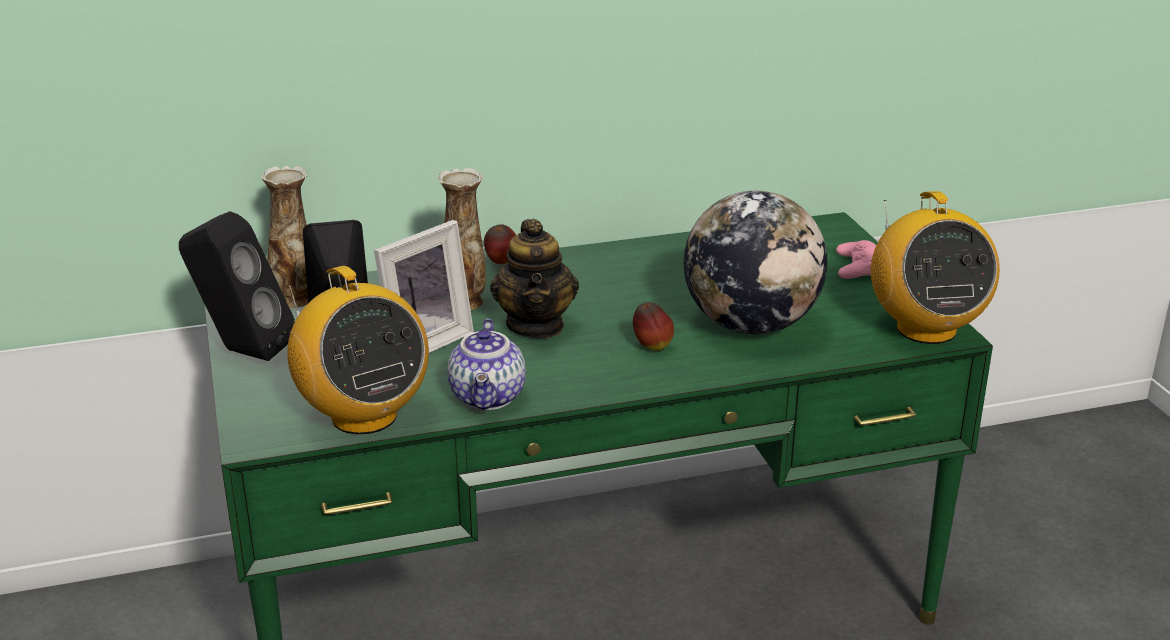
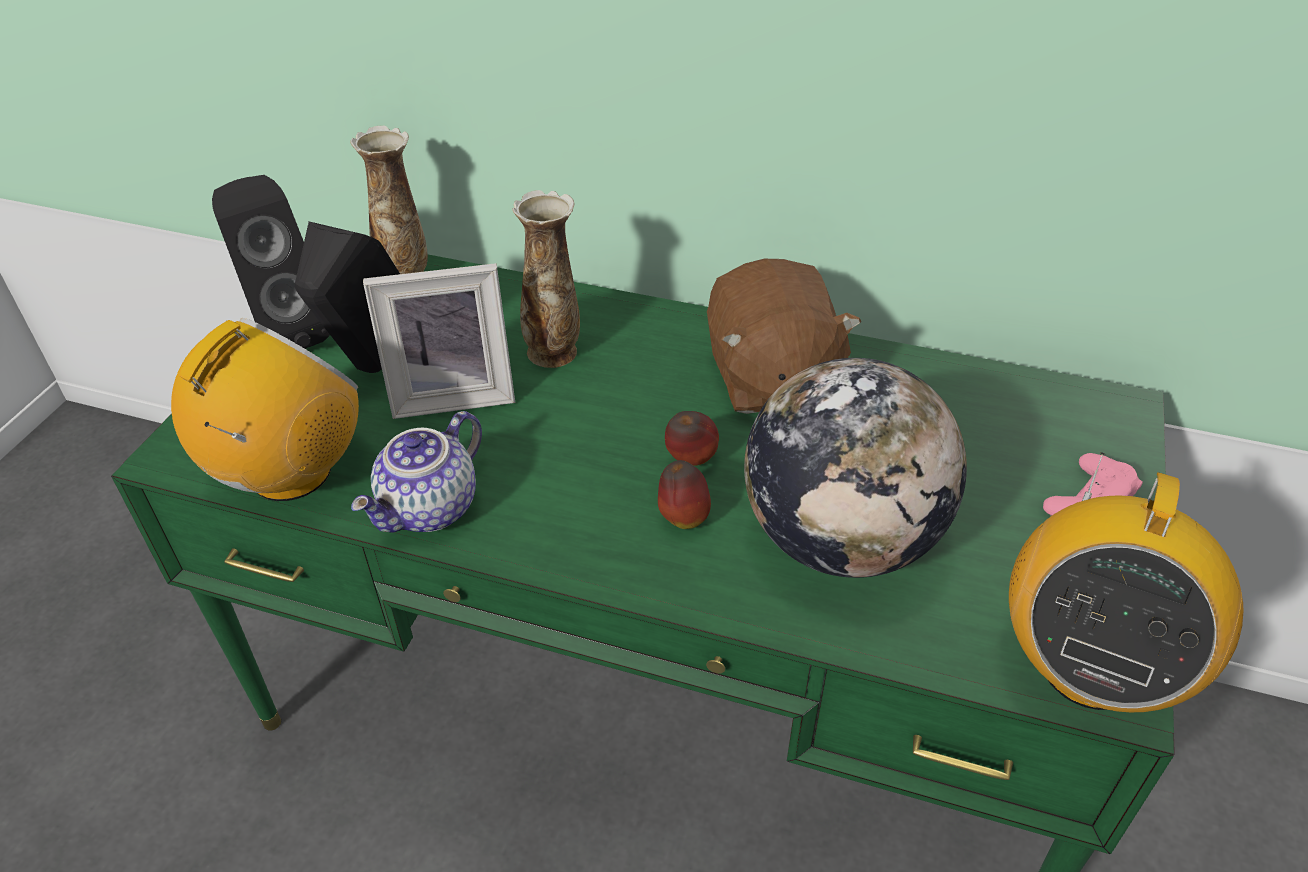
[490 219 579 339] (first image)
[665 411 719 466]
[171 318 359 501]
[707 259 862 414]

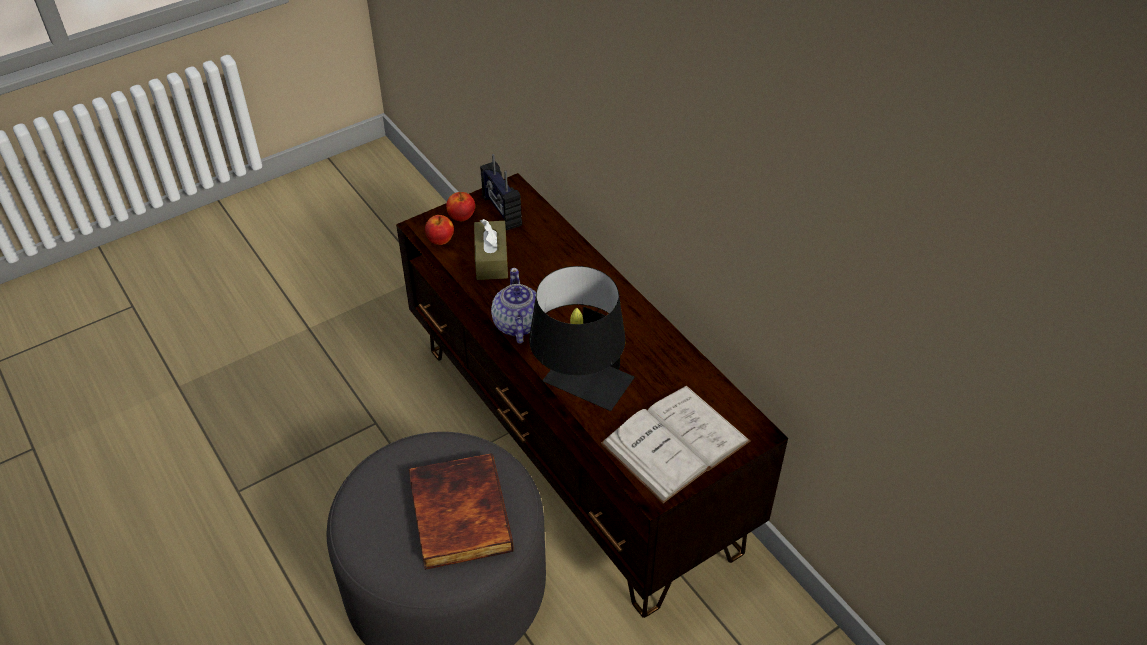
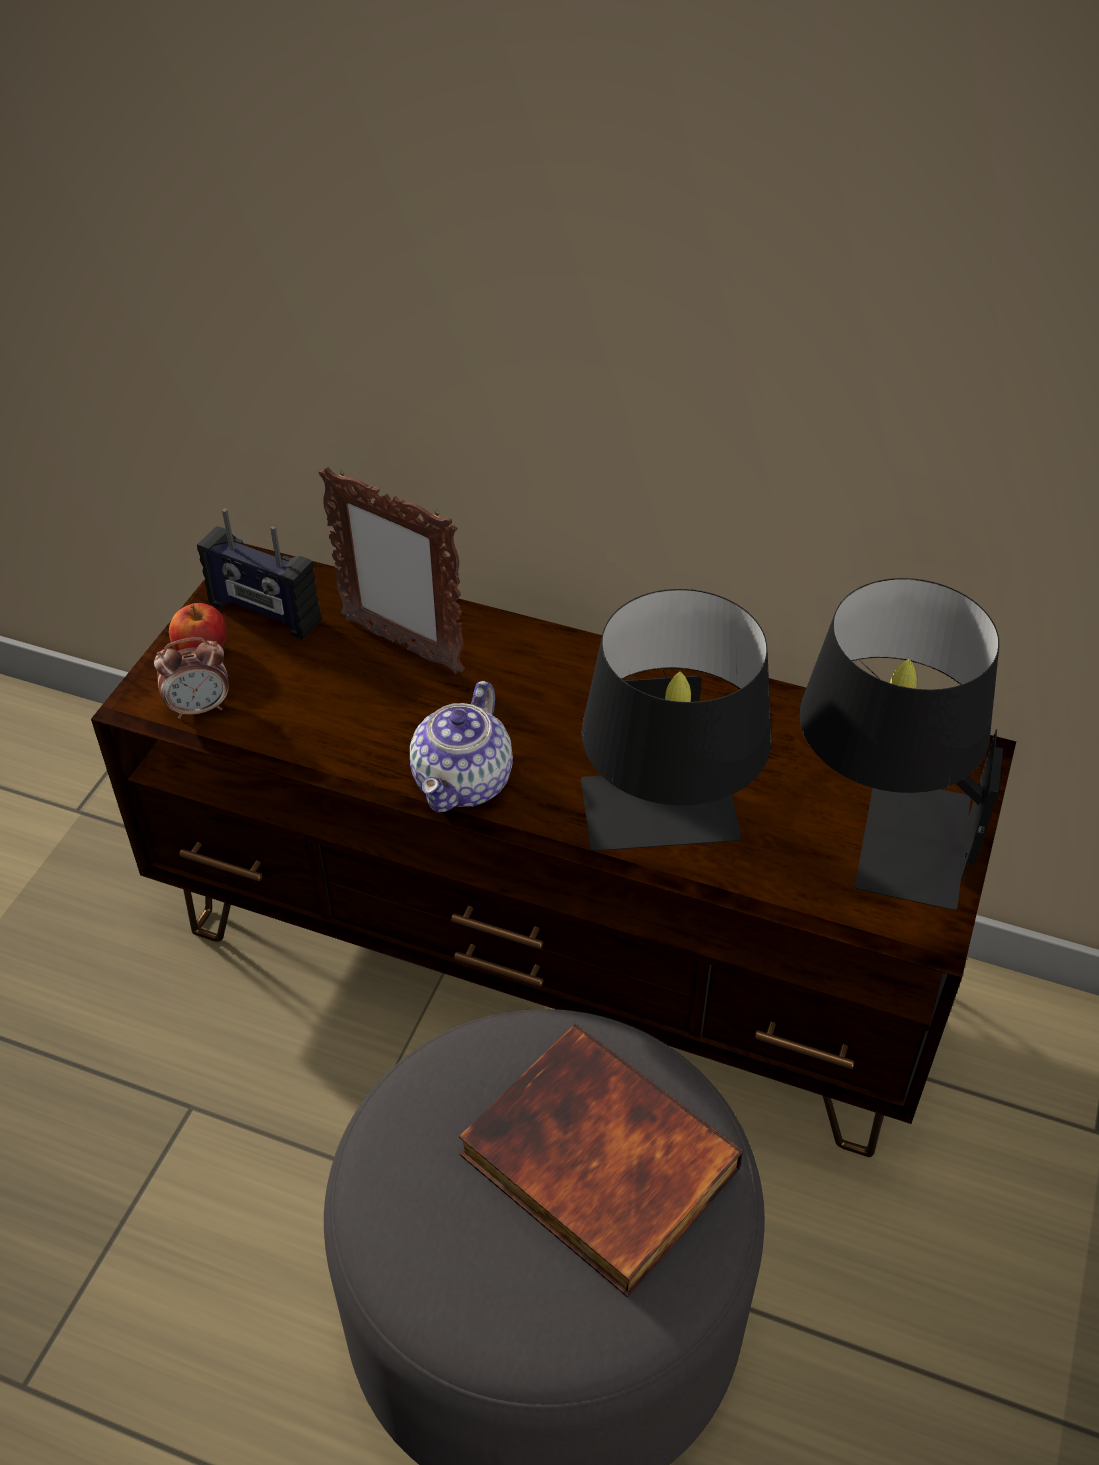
[154 637 229 719]
[474 219 508 280] (first image)
[410 681 513 812]
[800 578 1003 910]
[319 467 465 674]

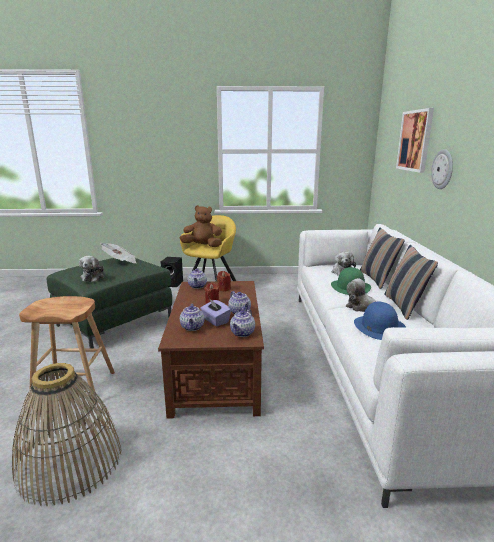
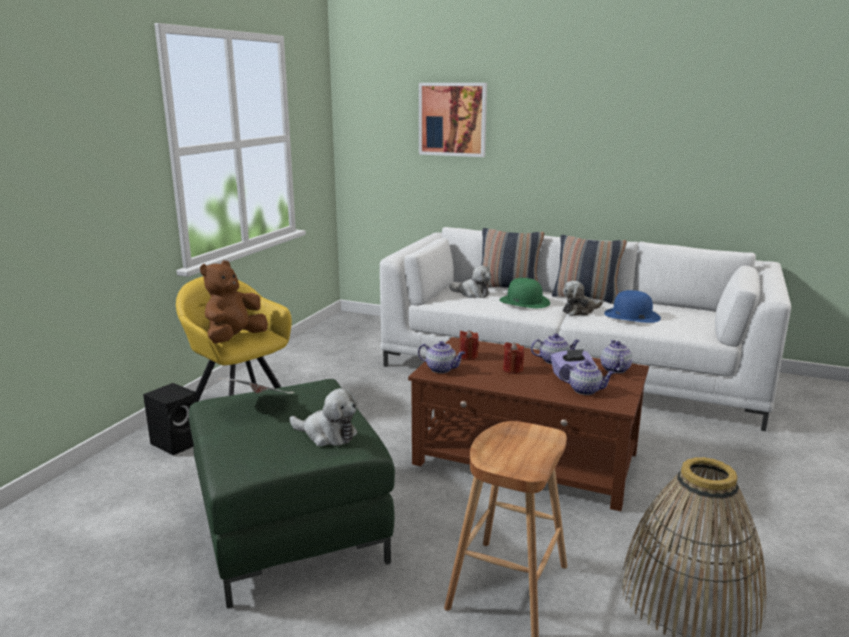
[431 149 453 189] (first image)
[601 340 633 373]

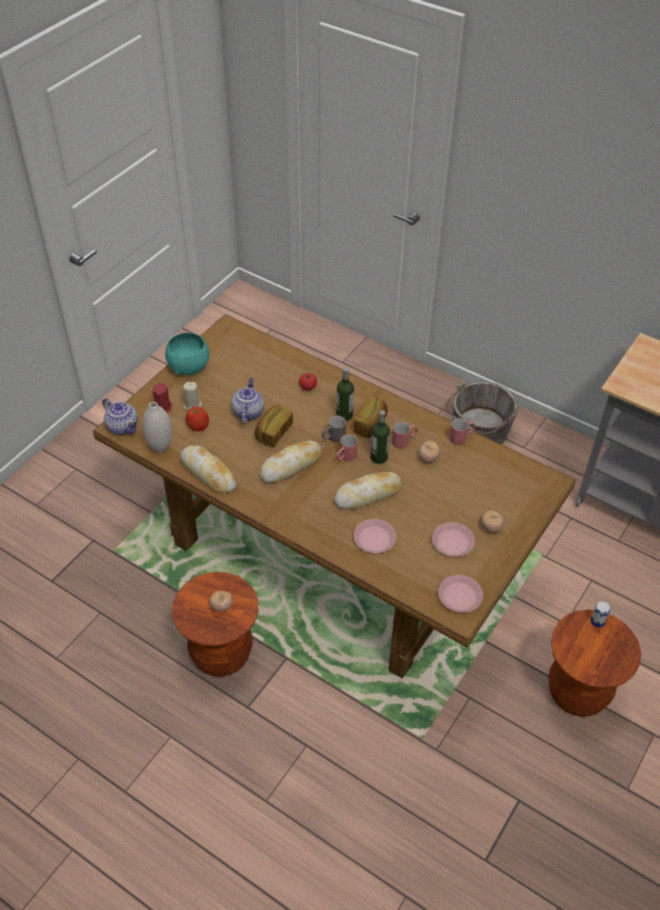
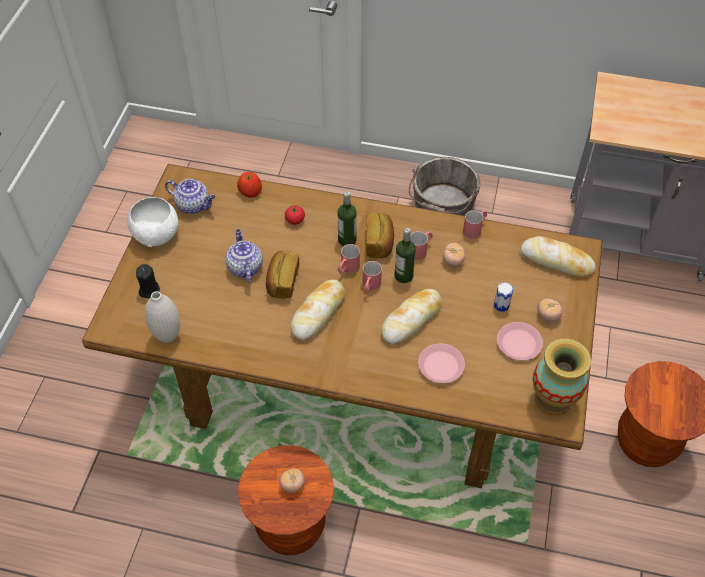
[127 197 179 247]
[183 382 202 411] (first image)
[136 264 160 298]
[165 179 215 214]
[237 172 262 198]
[337 244 360 274]
[521 236 596 278]
[533 339 591 416]
[494 282 513 312]

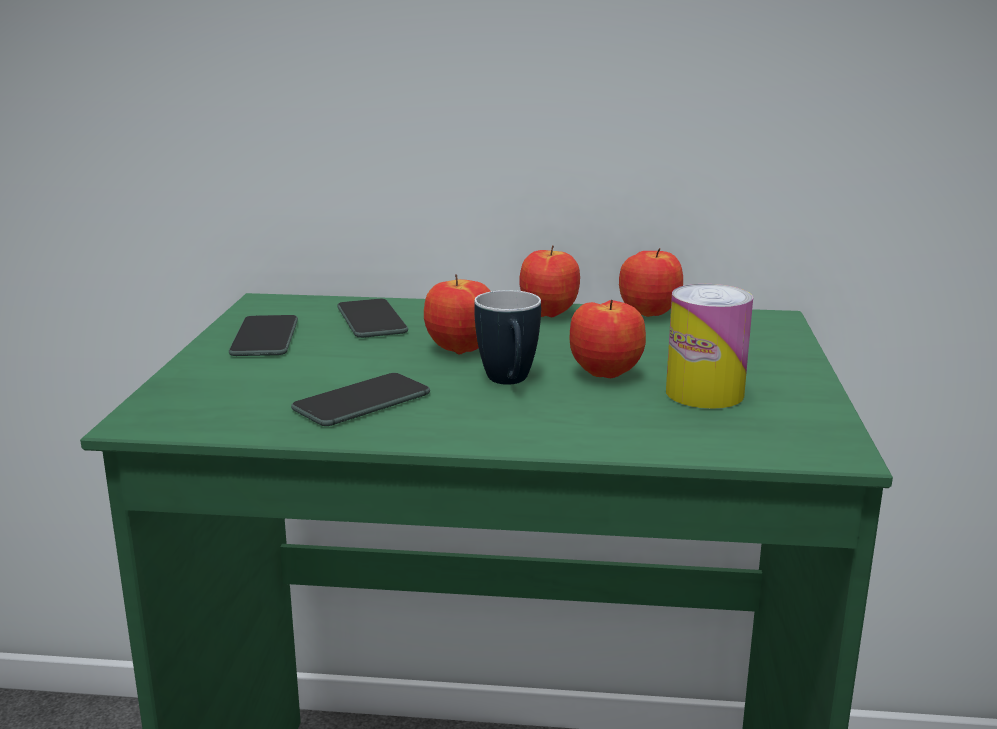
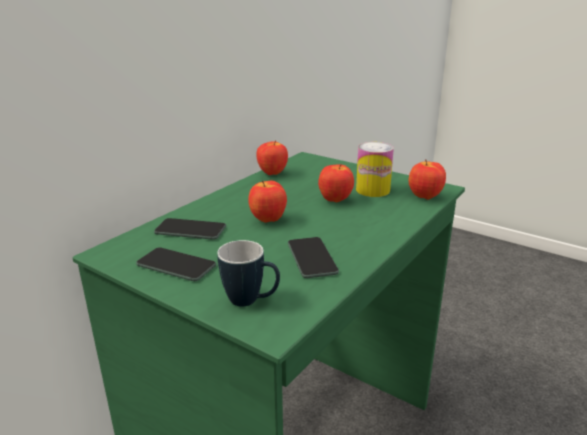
[408 160 446 200]
[217 240 280 307]

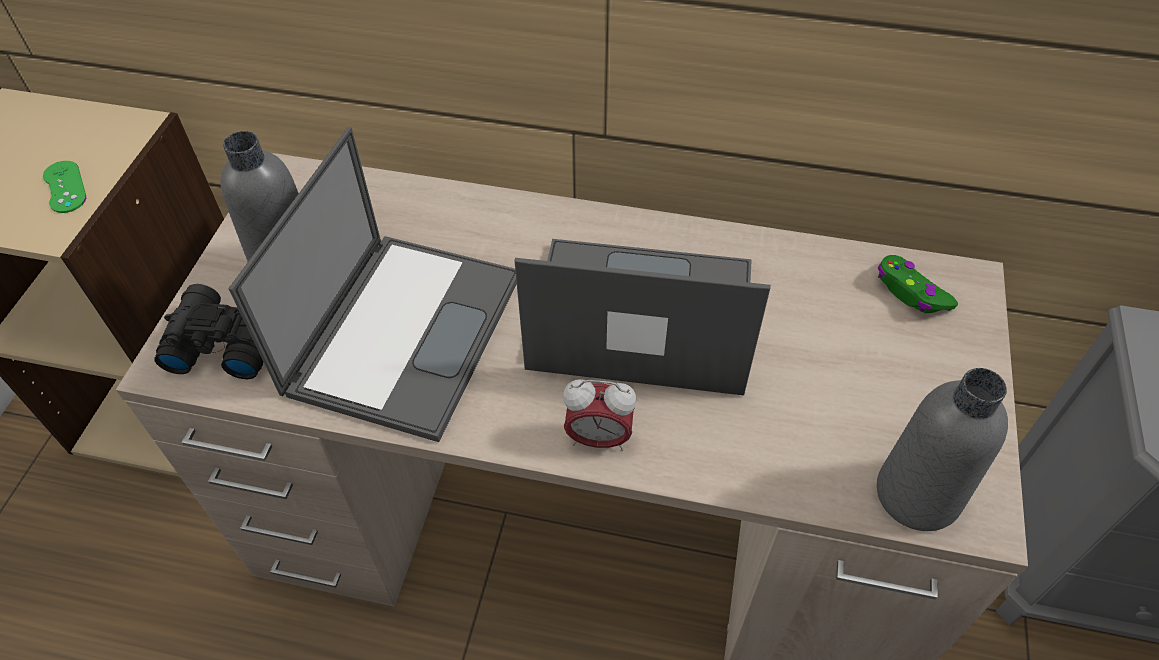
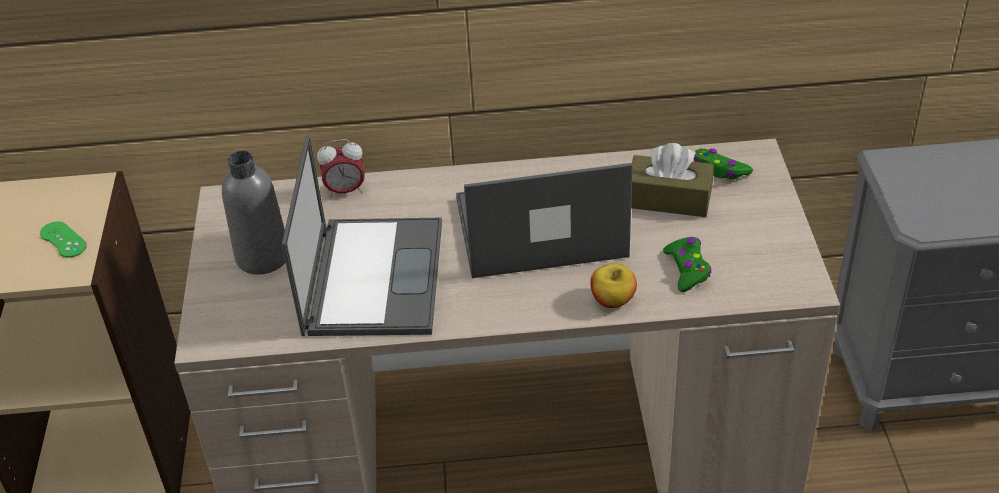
[154 284 263 379] (first image)
[877 368 1008 531] (first image)
[317 139 365 198]
[631 143 714 217]
[663 237 712 292]
[590 263 637 308]

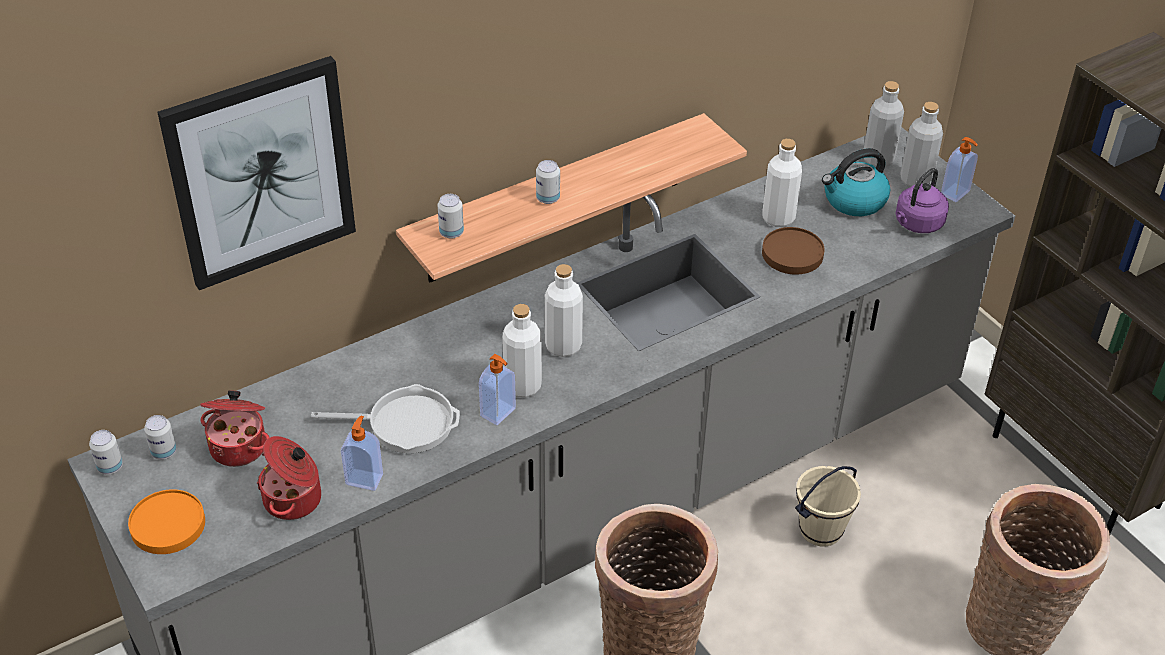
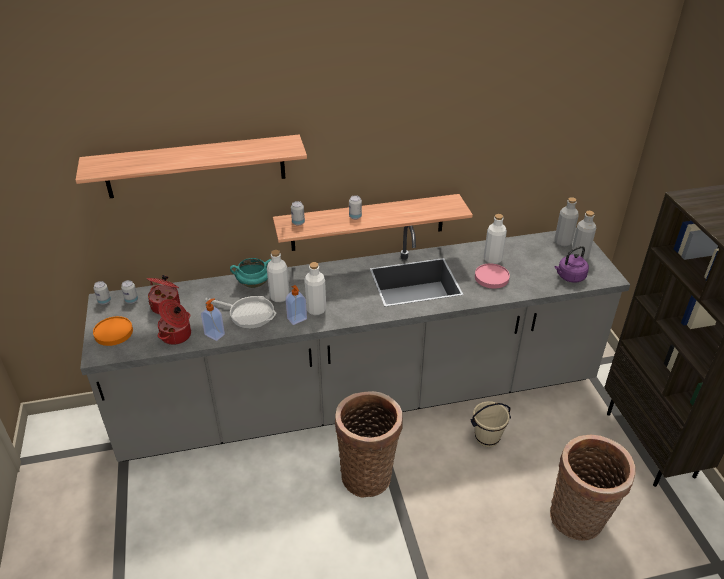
[76 135 307 198]
[941 137 978 202] (first image)
[822 148 890 216] (first image)
[475 264 510 289]
[267 250 289 302]
[230 258 271 288]

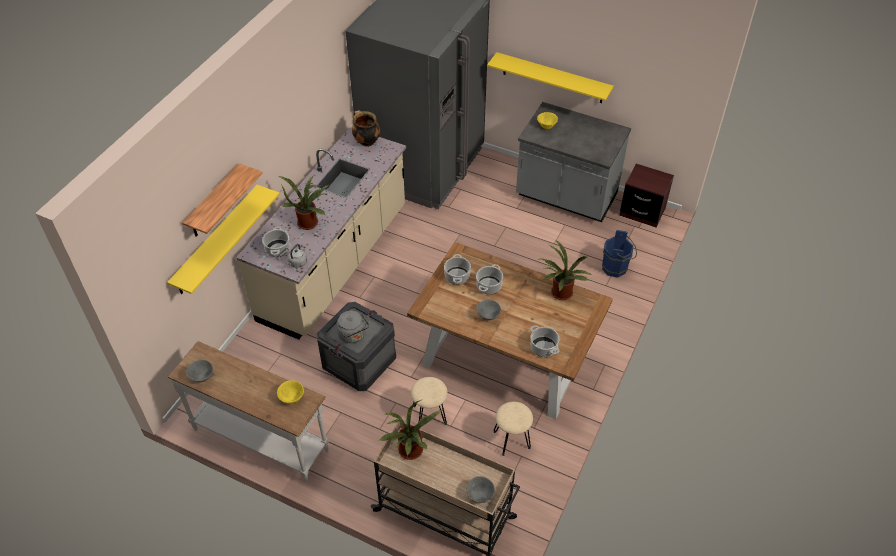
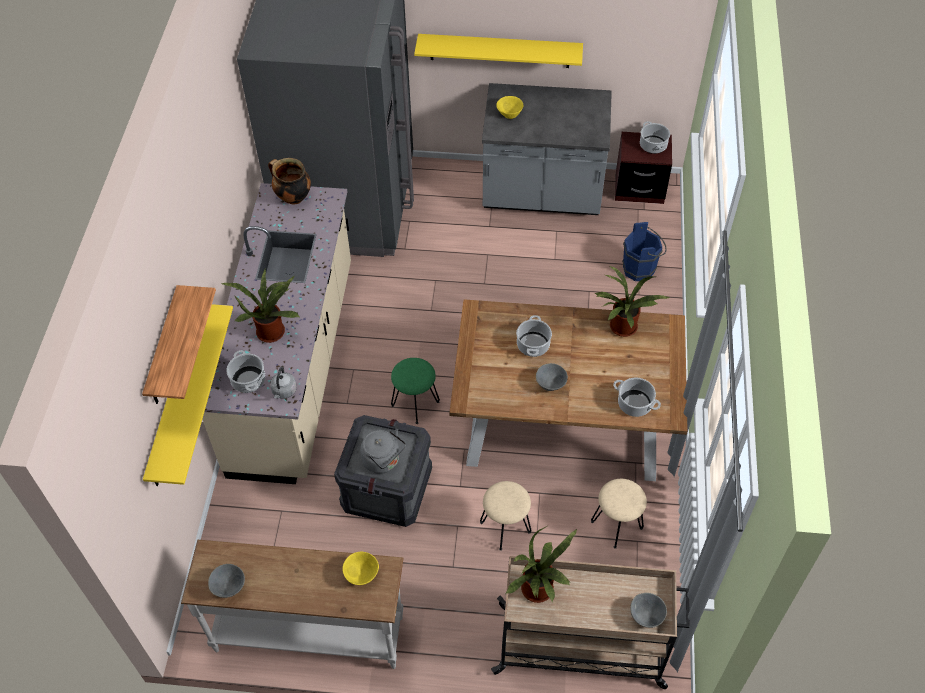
[640 121 670 154]
[391 358 440 424]

